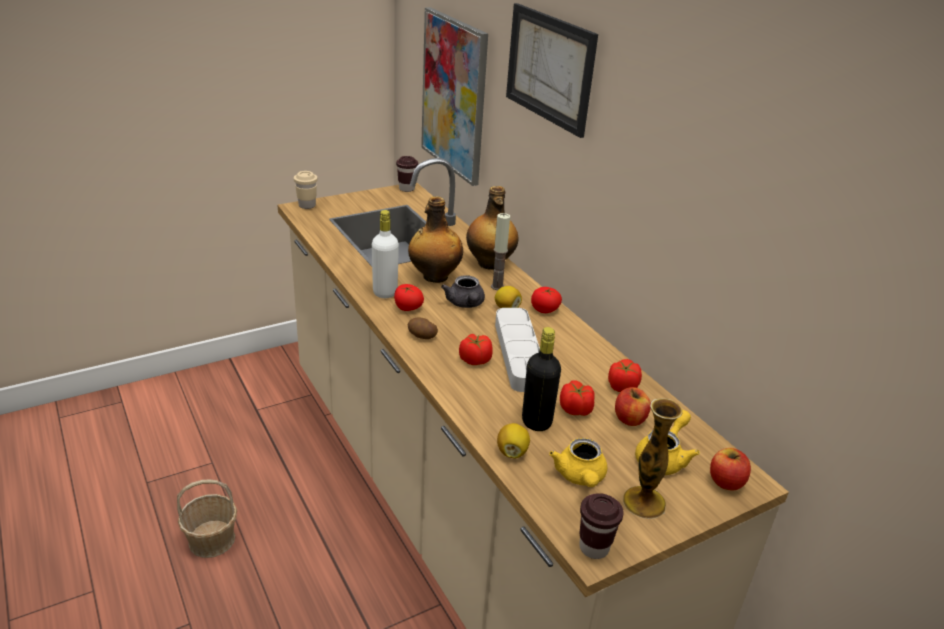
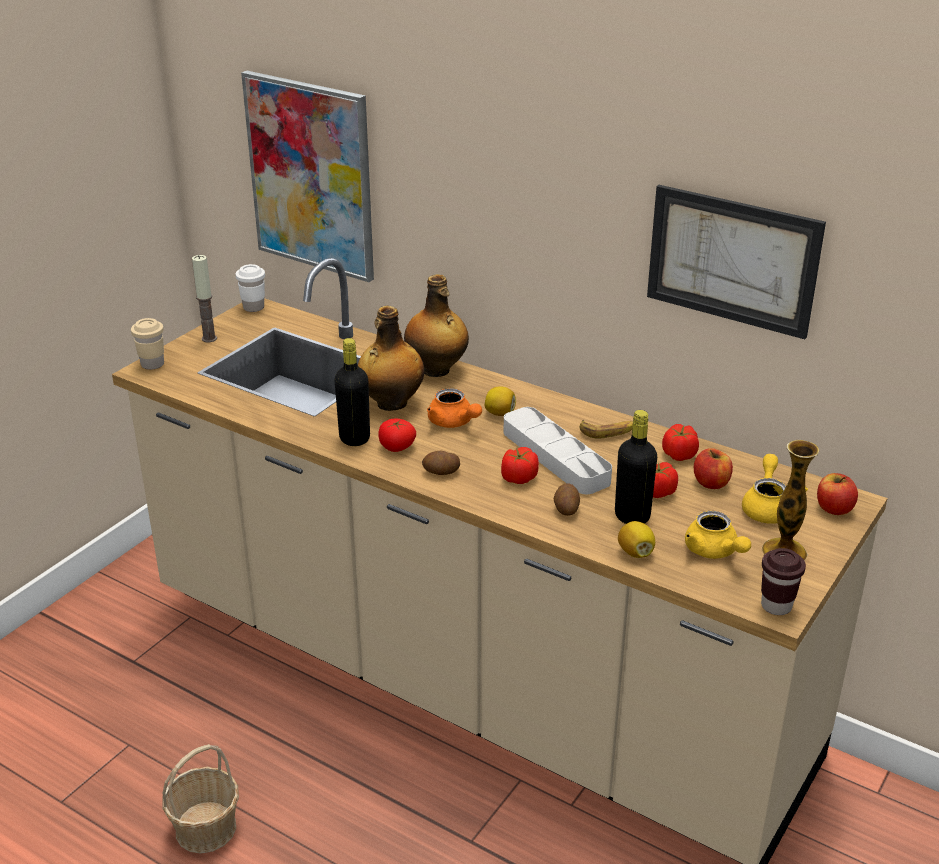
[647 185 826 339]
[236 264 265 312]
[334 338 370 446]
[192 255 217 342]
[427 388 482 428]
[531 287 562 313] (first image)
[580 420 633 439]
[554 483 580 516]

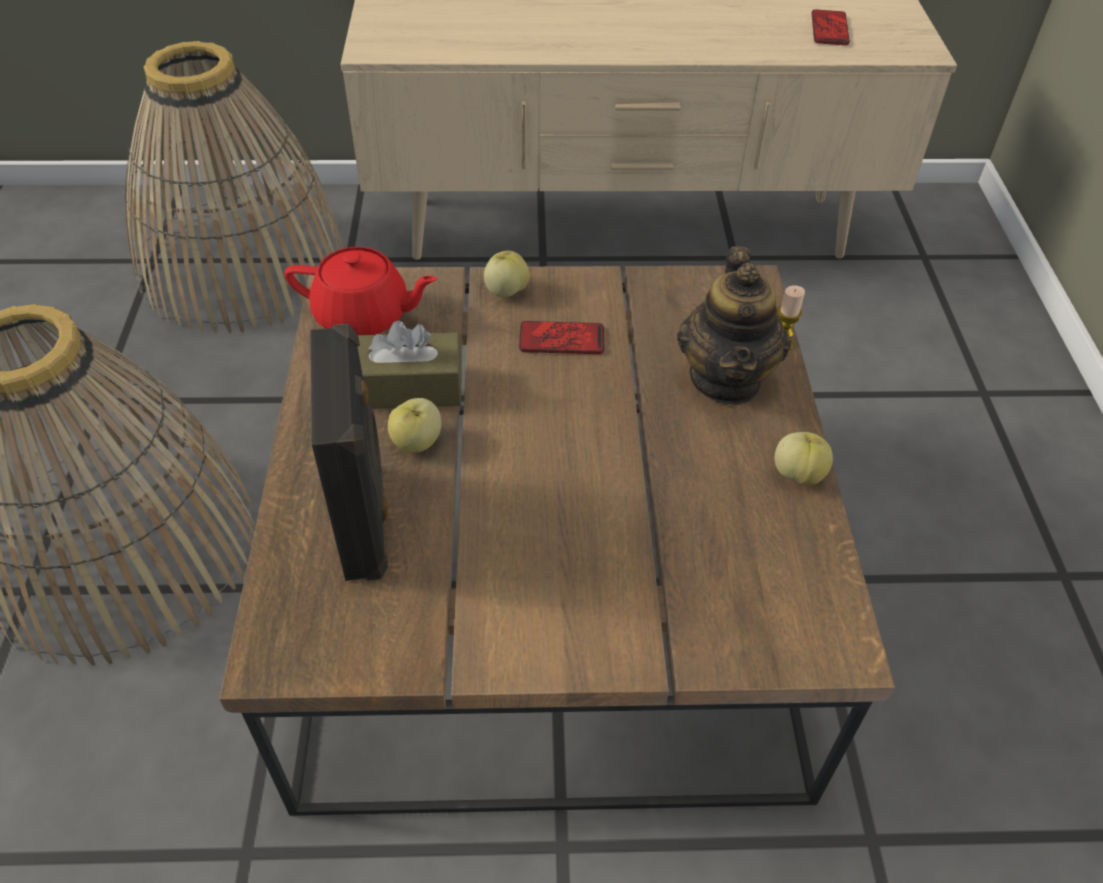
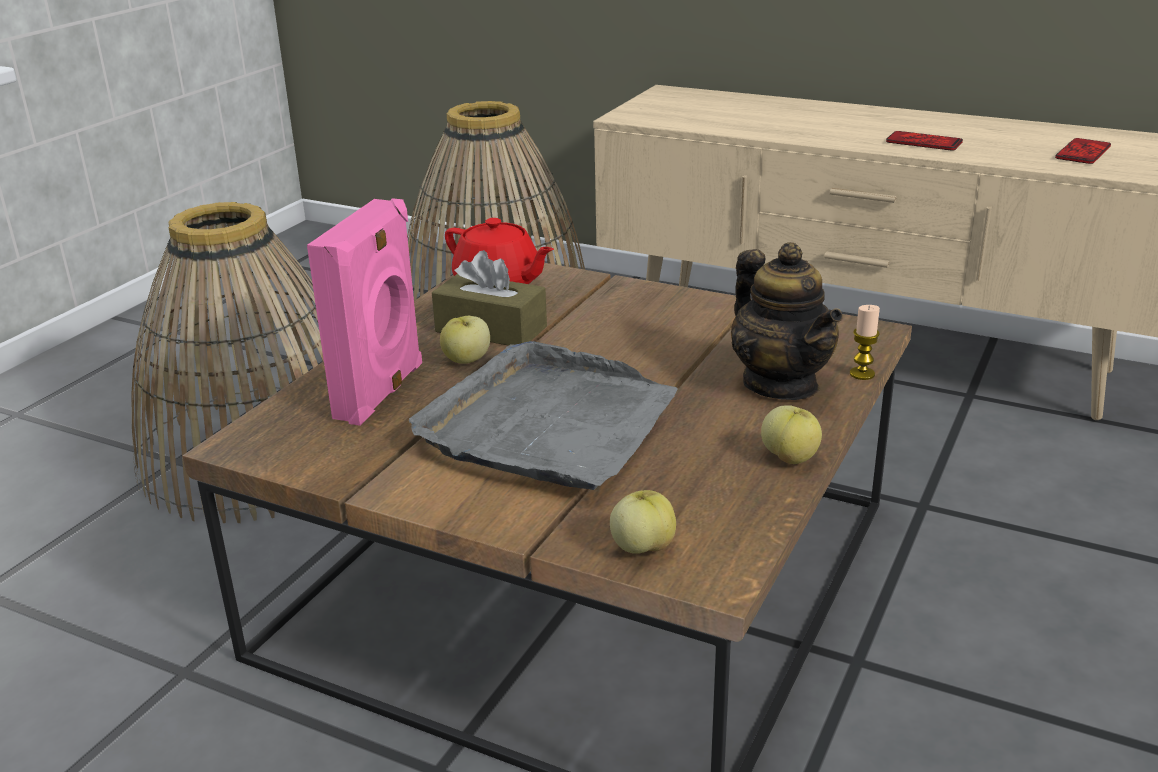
[731 242 843 400]
[610 490 676 554]
[886 131 963 151]
[307 198 422 426]
[409 341 678 490]

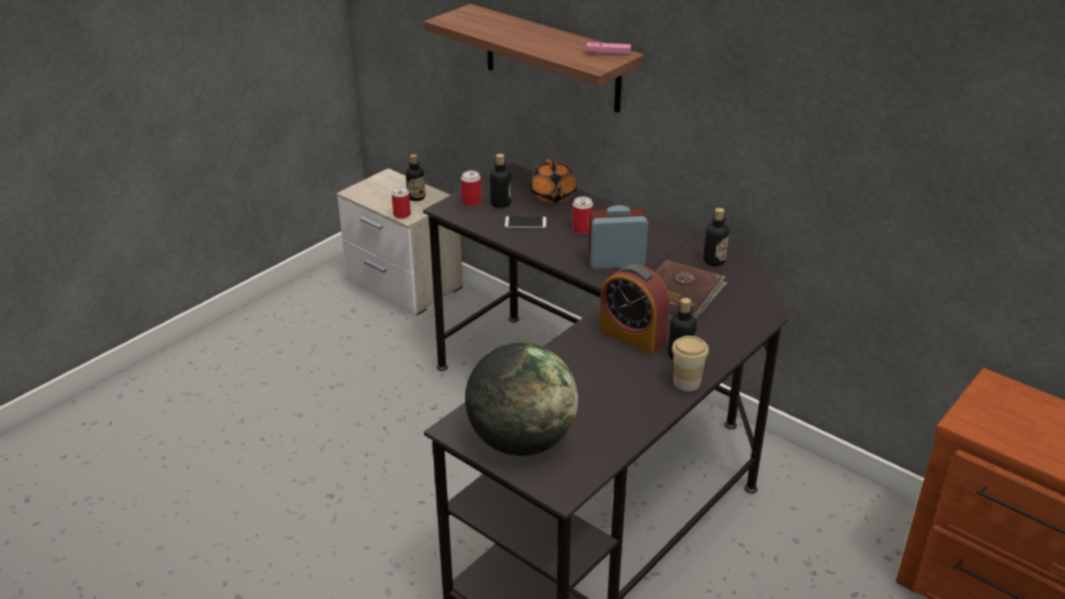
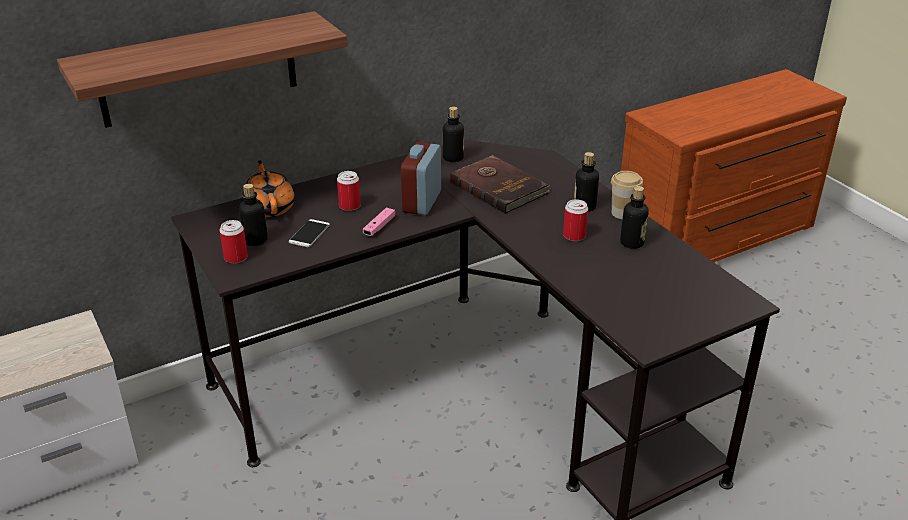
[363 208 395 236]
[620 186 649 249]
[242 160 295 217]
[563 199 588 241]
[599 264 670 354] (first image)
[465 343 578 456] (first image)

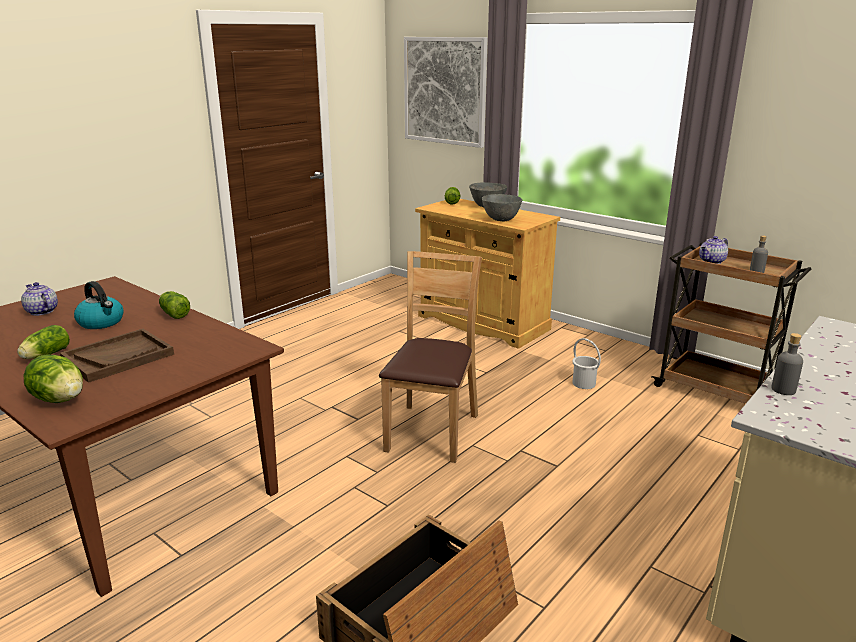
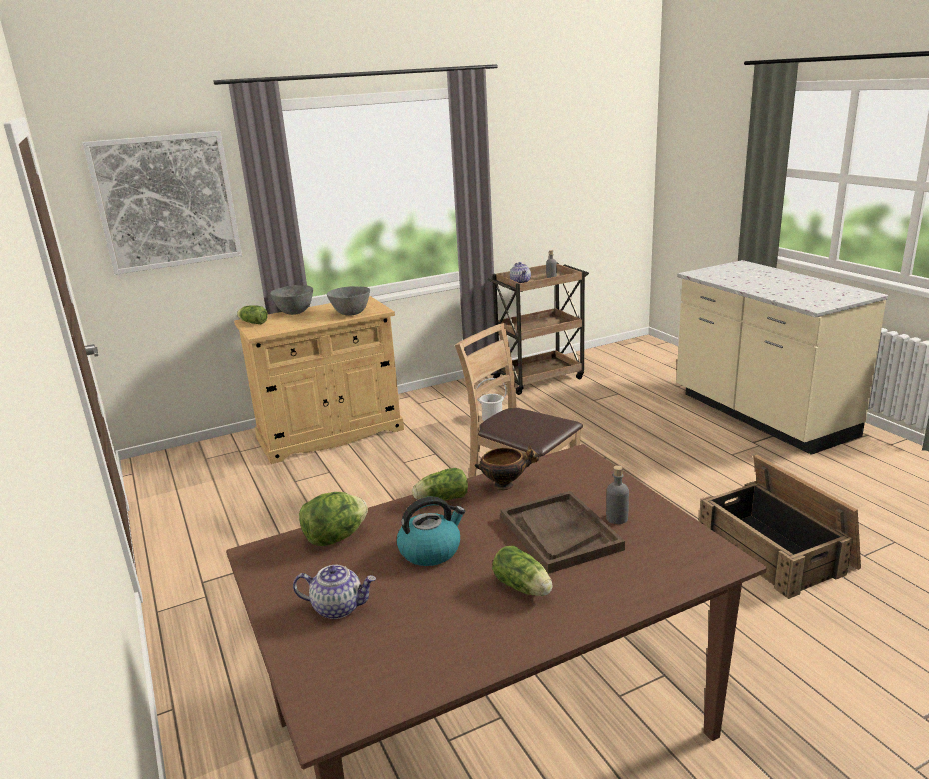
[293 565 376 619]
[606 465 629 524]
[299 492 368 546]
[475 445 539 490]

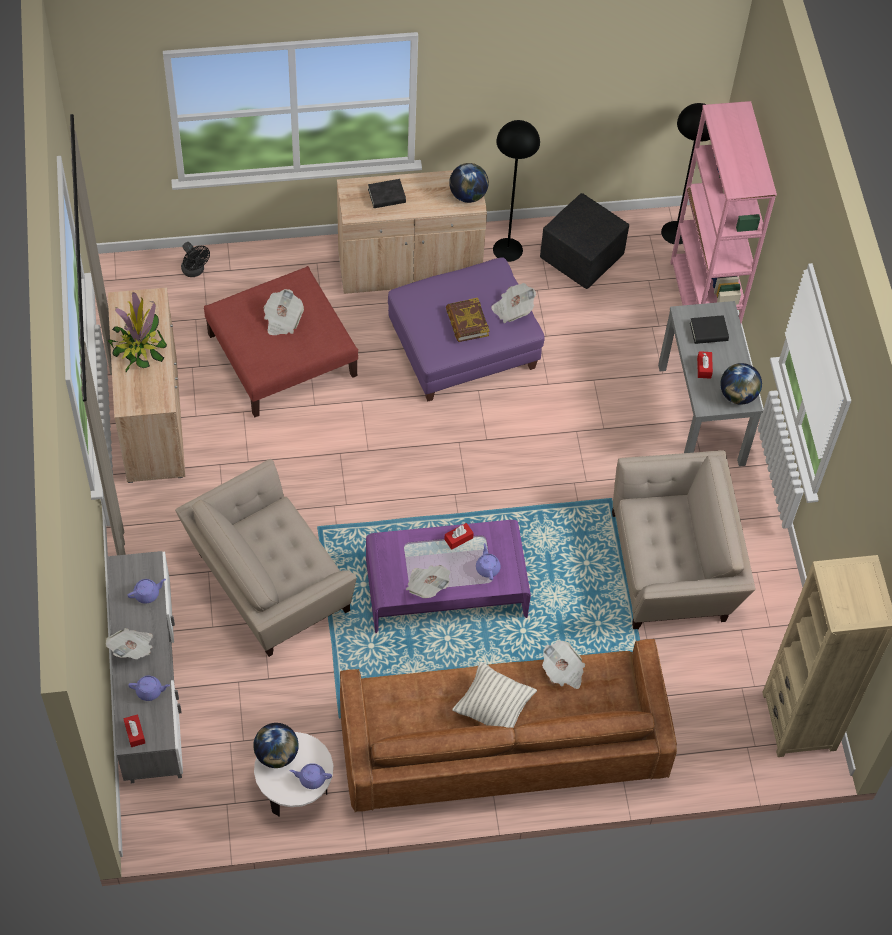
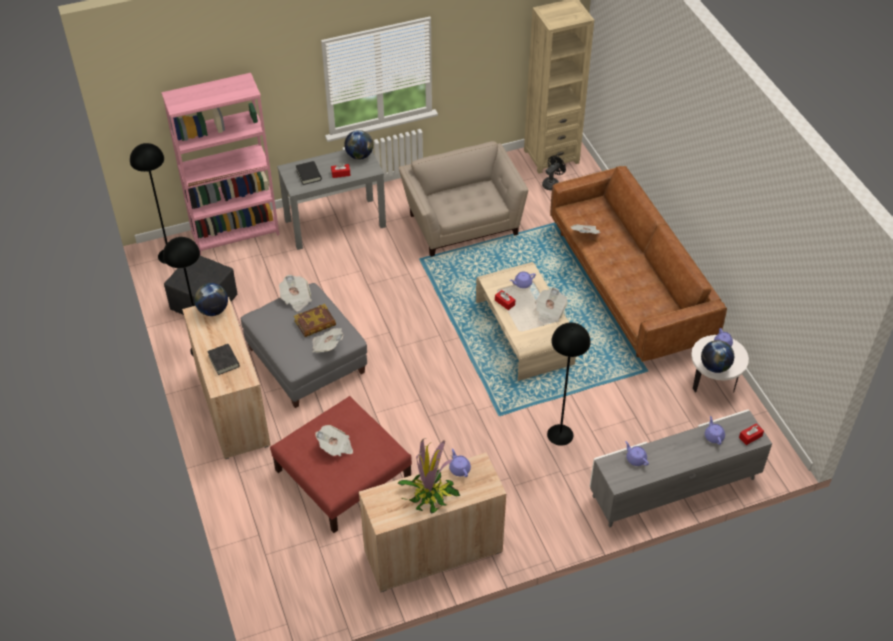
[542 156 566 190]
[241 283 367 408]
[547 323 590 446]
[476 262 576 381]
[312 328 343 353]
[452 662 537 728] (first image)
[449 448 471 477]

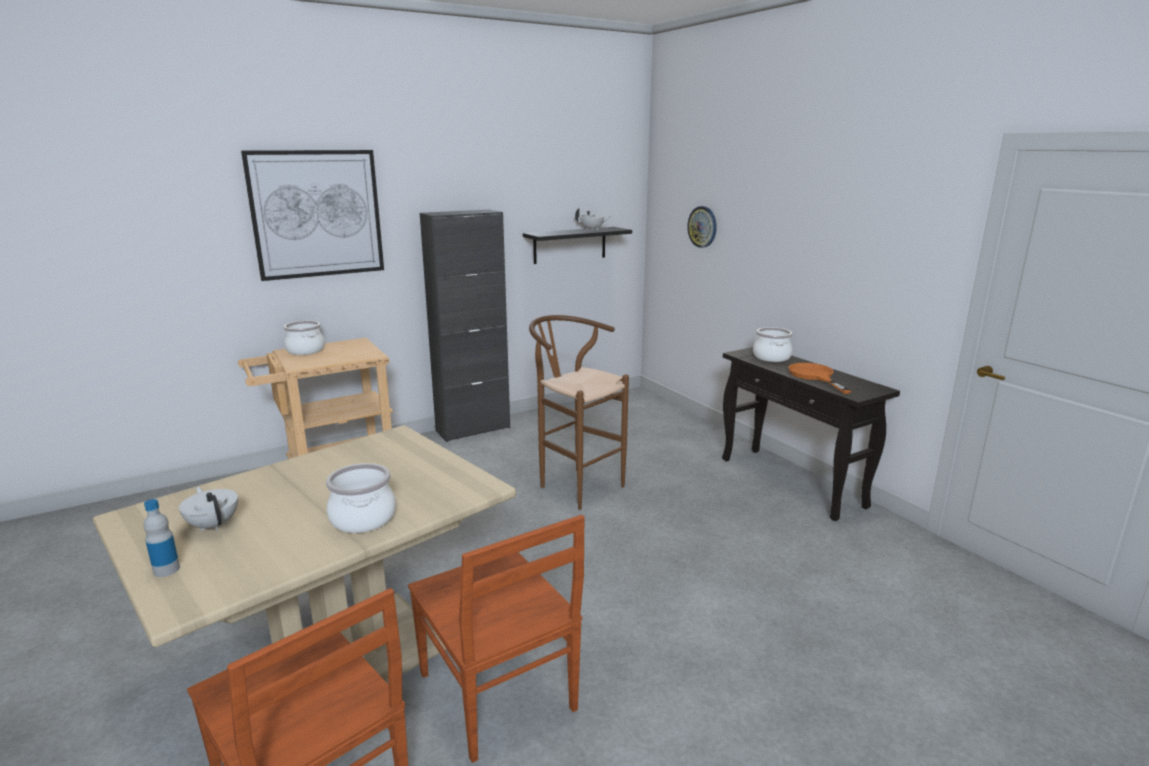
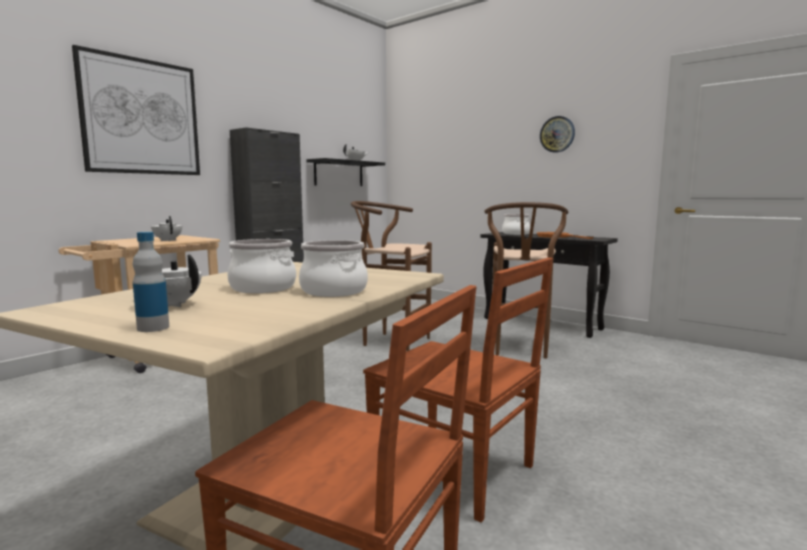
[540 116 575 153]
[227 239 296 293]
[484 202 569 359]
[151 216 182 241]

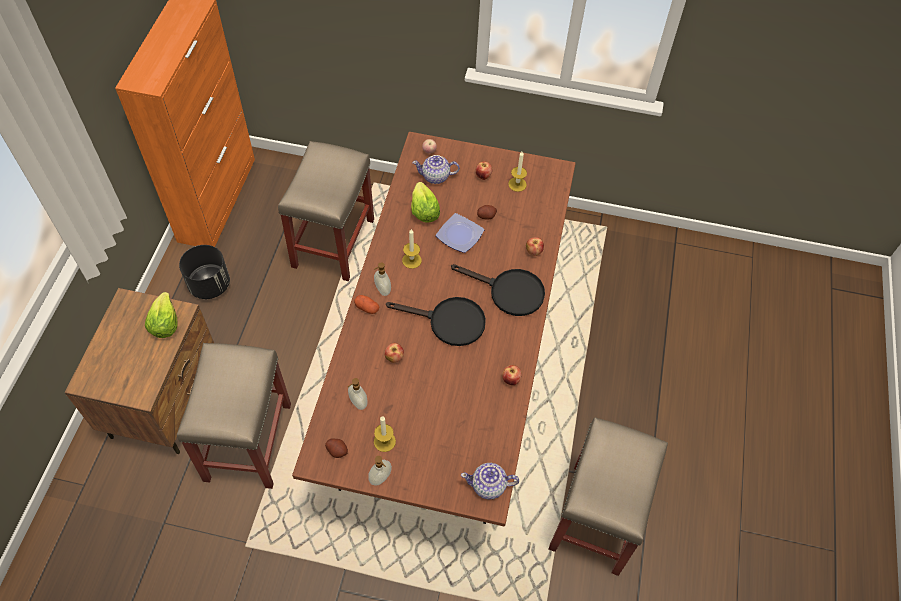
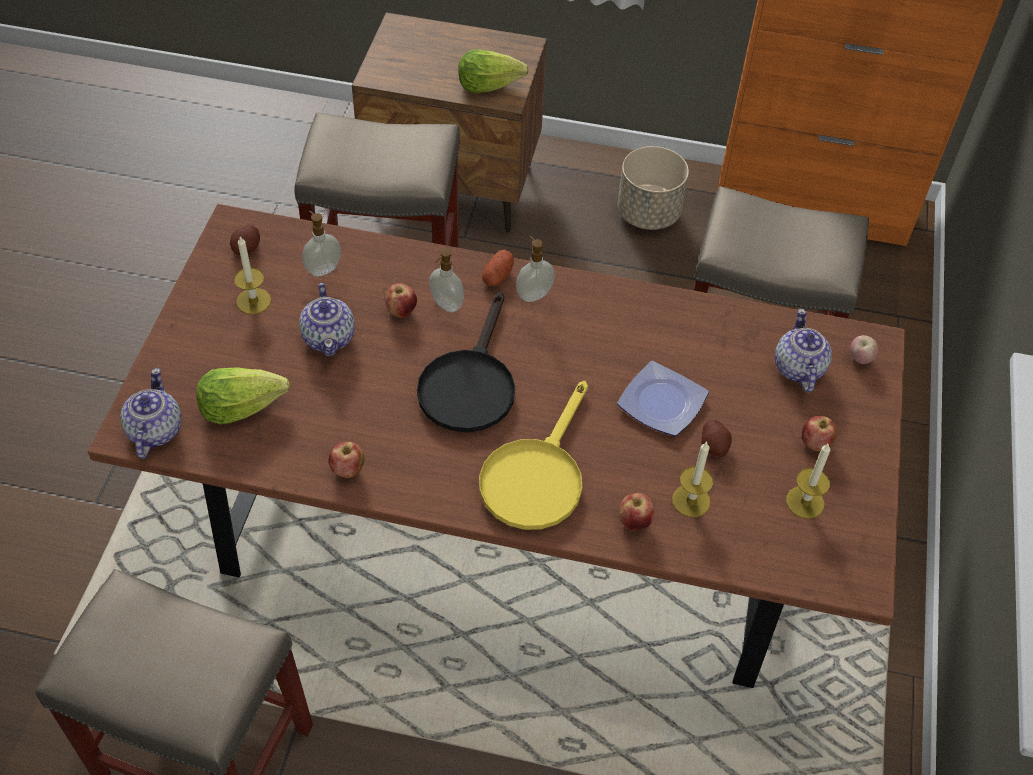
[196 367 290 425]
[672 442 713 517]
[618 146 689 230]
[479 381 588 530]
[429 248 464 312]
[299 283 355 356]

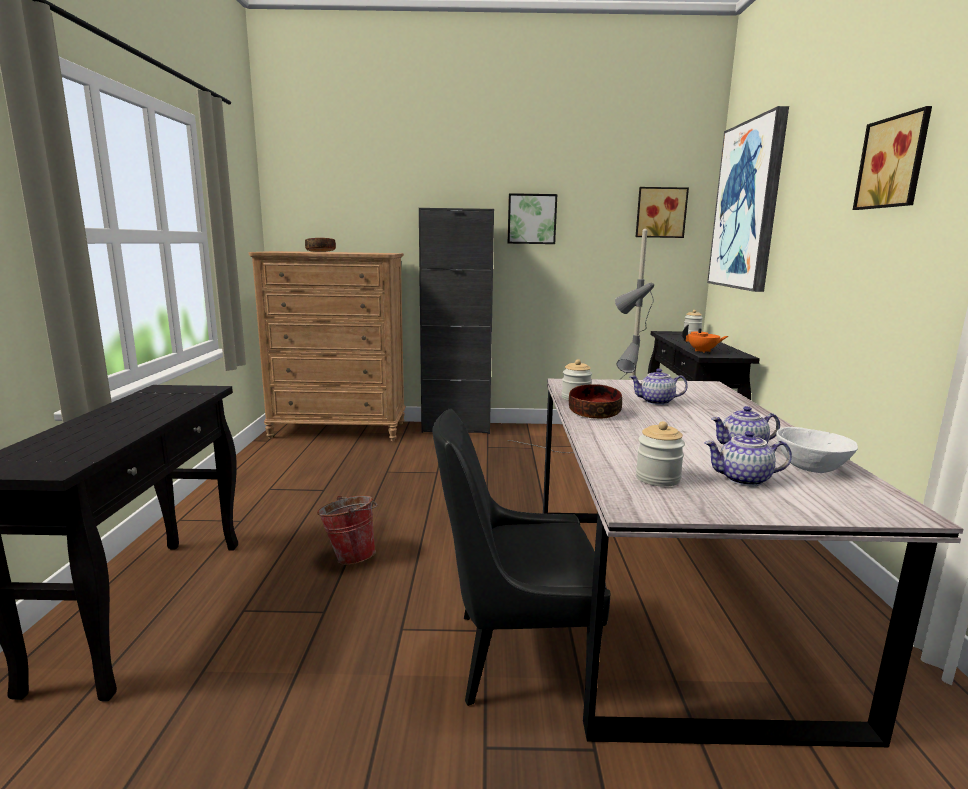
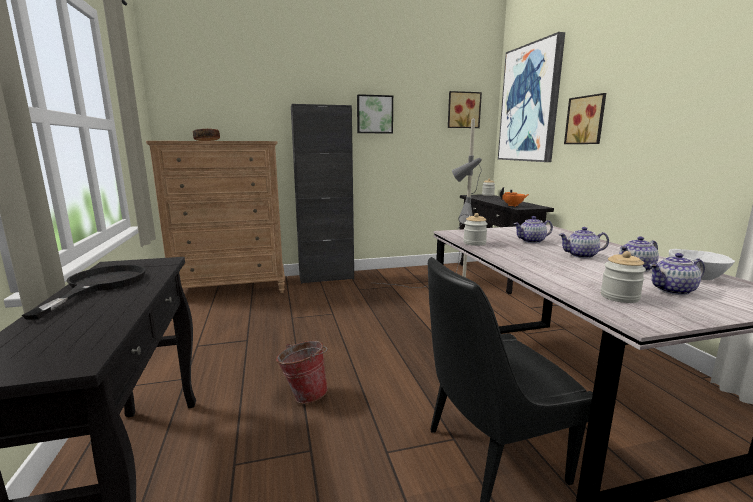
[564 93 606 144]
[569 384 622 419] (first image)
[559 227 609 259]
[22 265 146 320]

